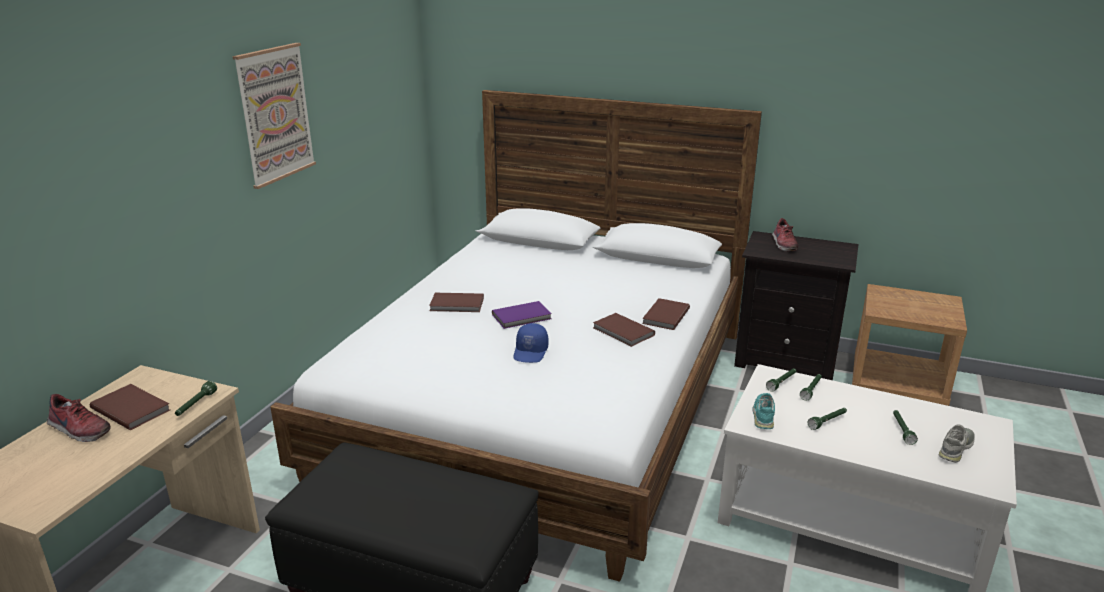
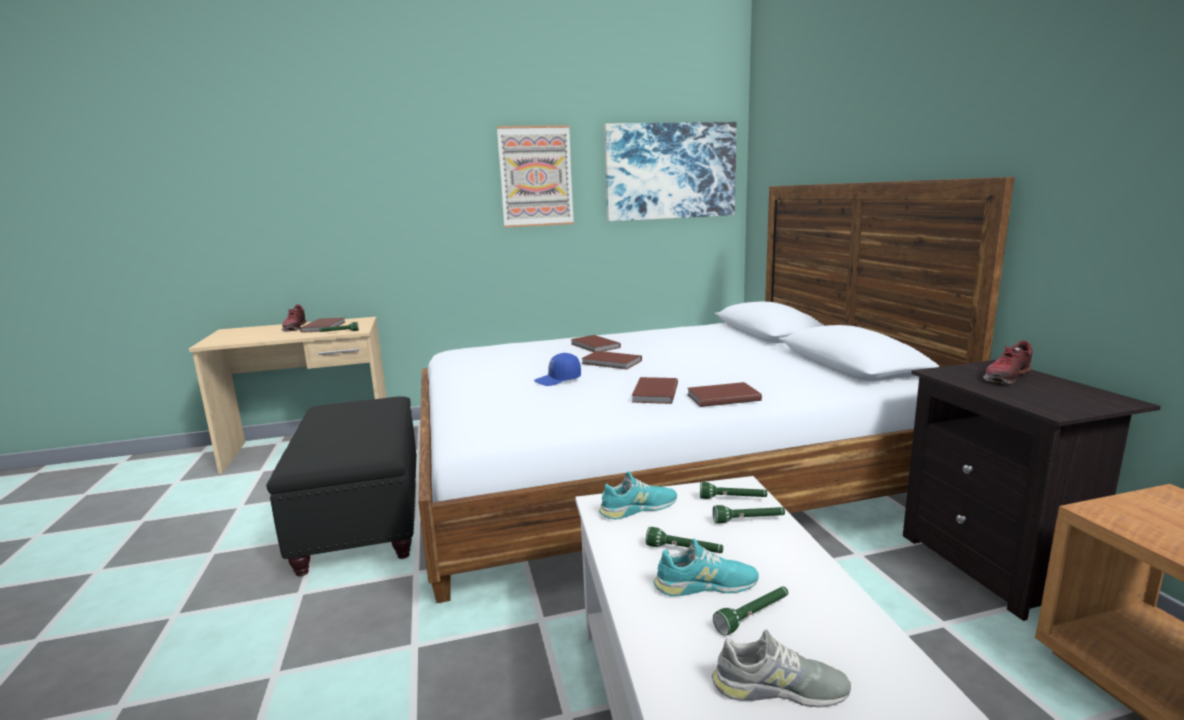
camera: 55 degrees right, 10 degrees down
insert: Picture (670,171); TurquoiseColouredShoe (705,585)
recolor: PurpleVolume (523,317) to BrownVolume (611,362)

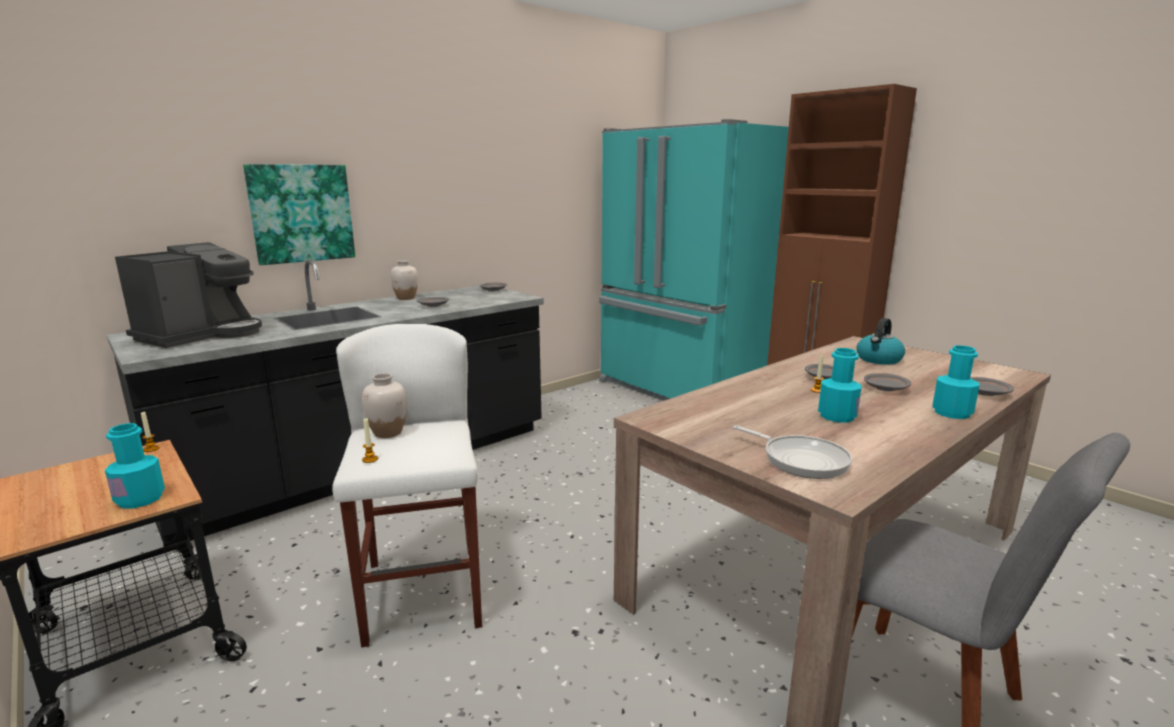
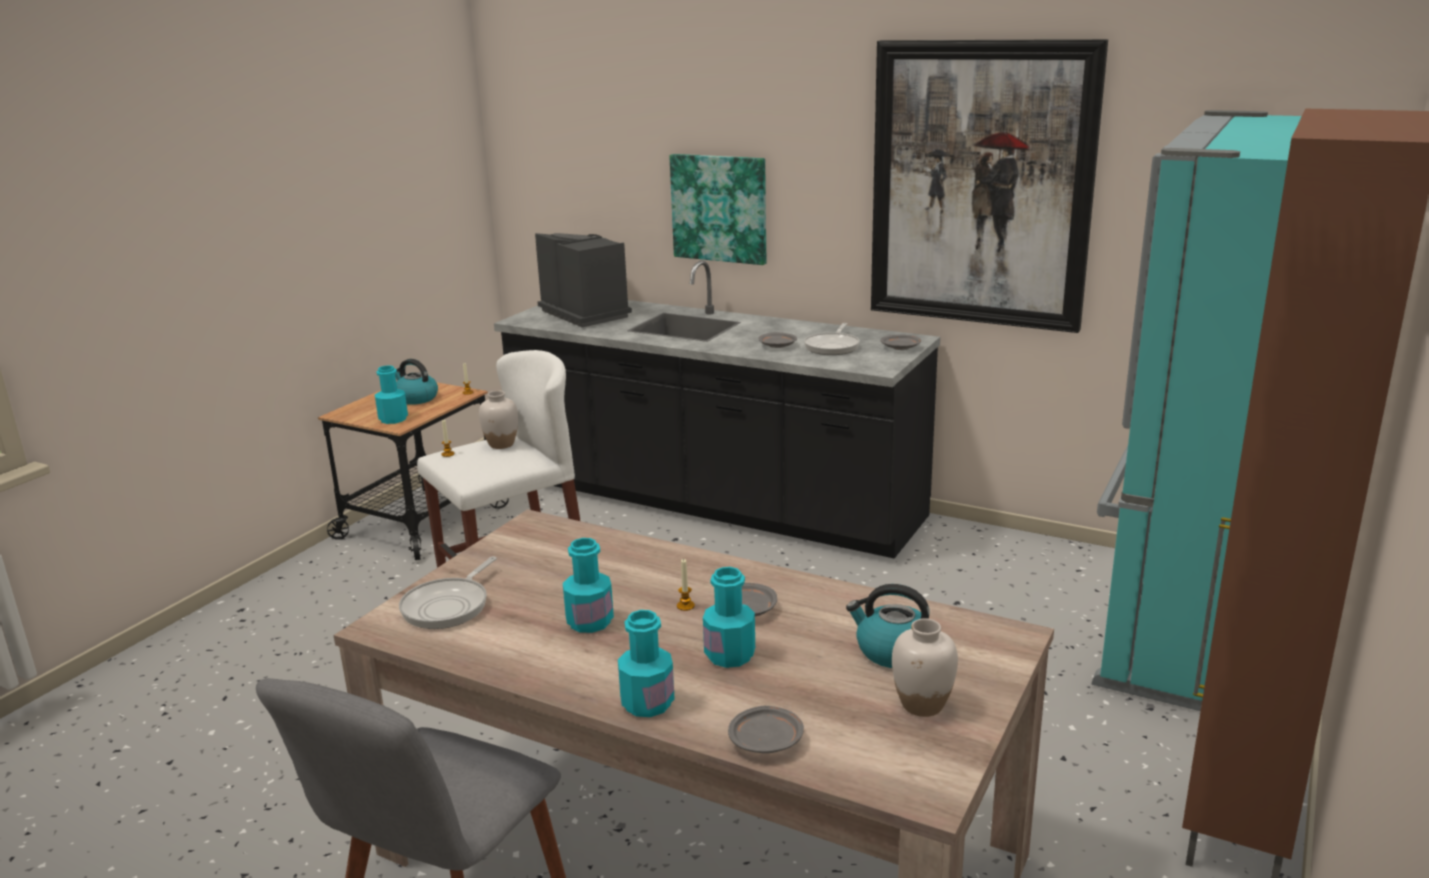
camera: 70 degrees right, 5 degrees up
insert: TeaKettle (416,398); FryingPan (833,346); Picture (980,185)
move: WhiteColouredVase (406,298) to (922,705)
replace: GreyishFlatDish (885,388) to TurquoiseColouredDrinkBottle (729,655)
rotate: CoffeeMaker (202,335) = (586,313) 135 degrees counterclockwise

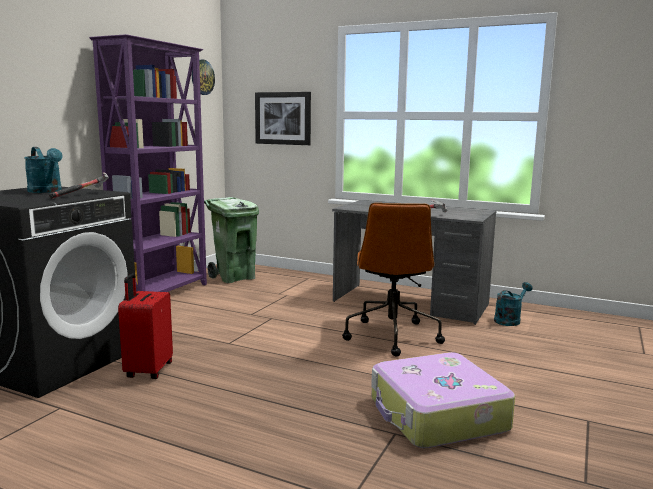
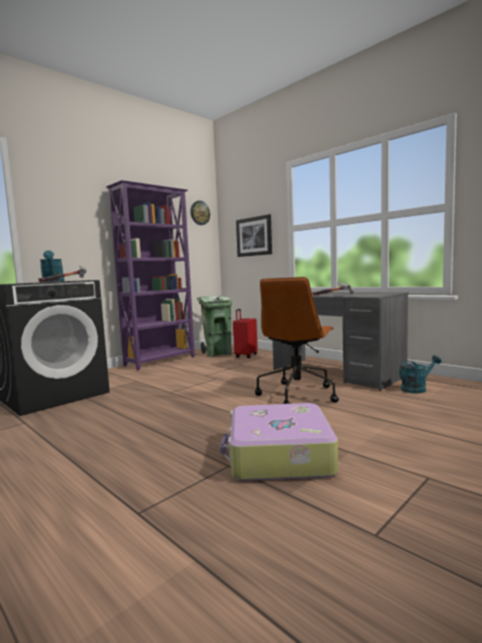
camera: 20 degrees right, 5 degrees down
move: RedColouredSuitcase (148,371) to (245,356)

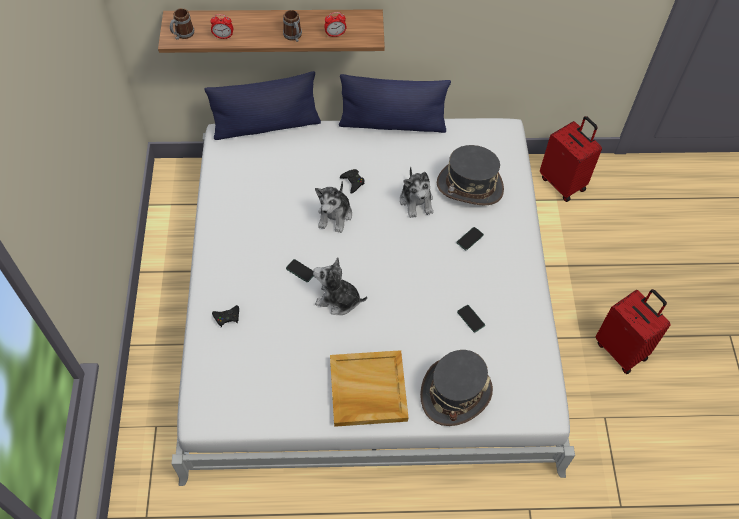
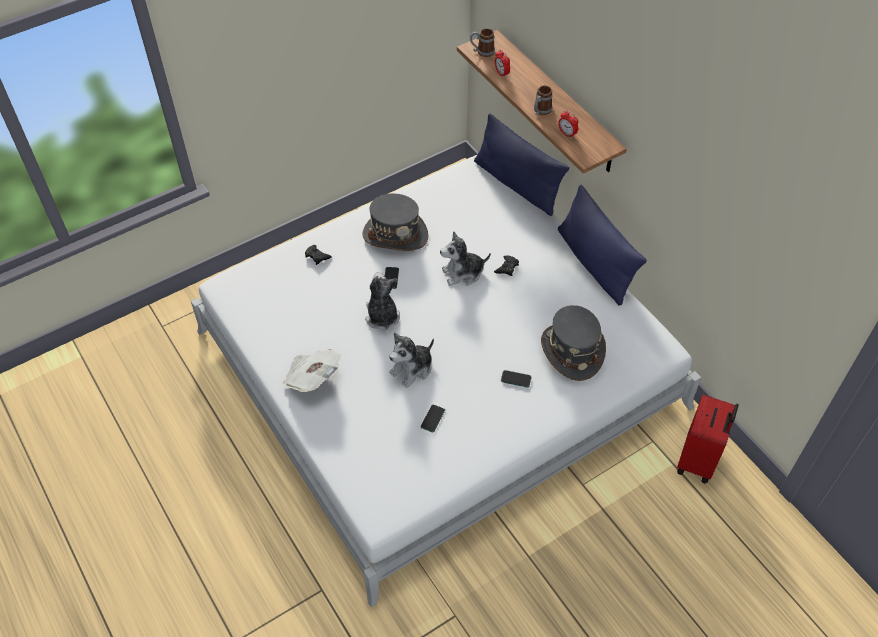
camera: 60 degrees right, 5 degrees down
delete: RedColouredSuitcase (621,349)
move: SoftToy (416,201) to (412,369); GreyishClothingHat (455,393) to (395,235)
replace: SandColouredServingTray (367,390) to Newspaper (313,378)

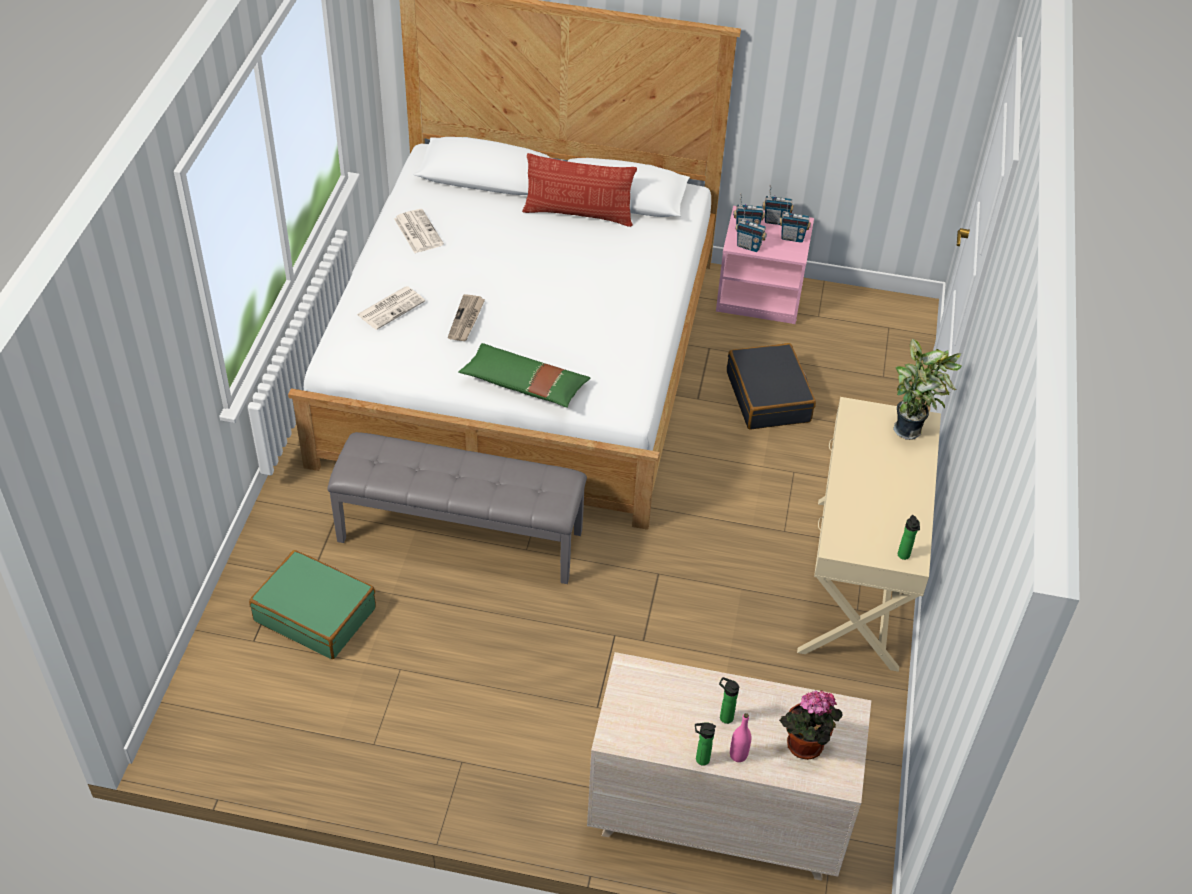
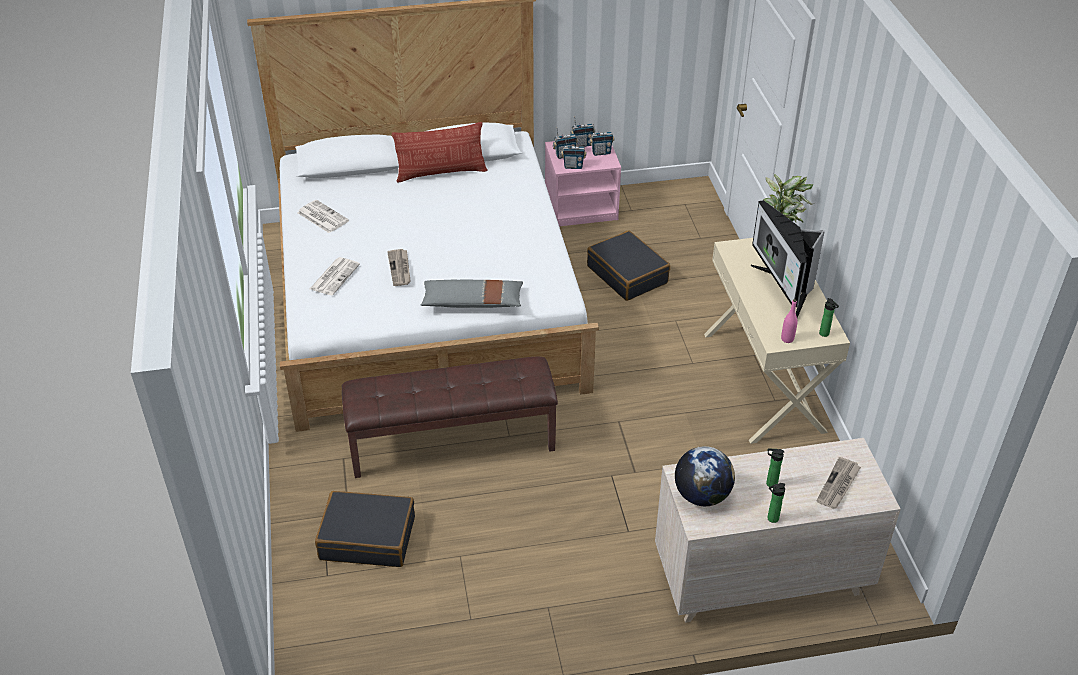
camera: 20 degrees left, 5 degrees down
insert: WorldGlobe (701,495); ComputerDisplay (783,294)
move: PinkColouredDrinkBottle (738,755) to (787,339)
replace: PottedPlant (804,747) to Newspaper (838,485)
recolor: GreenishSuitcase (316,614) to BlackColouredSuitcase (368,537); GreyishIndoorBench (461,535) to BrownIndoorBench (452,441); GreenishPillow (524,385) to GreyishPillow (472,302)

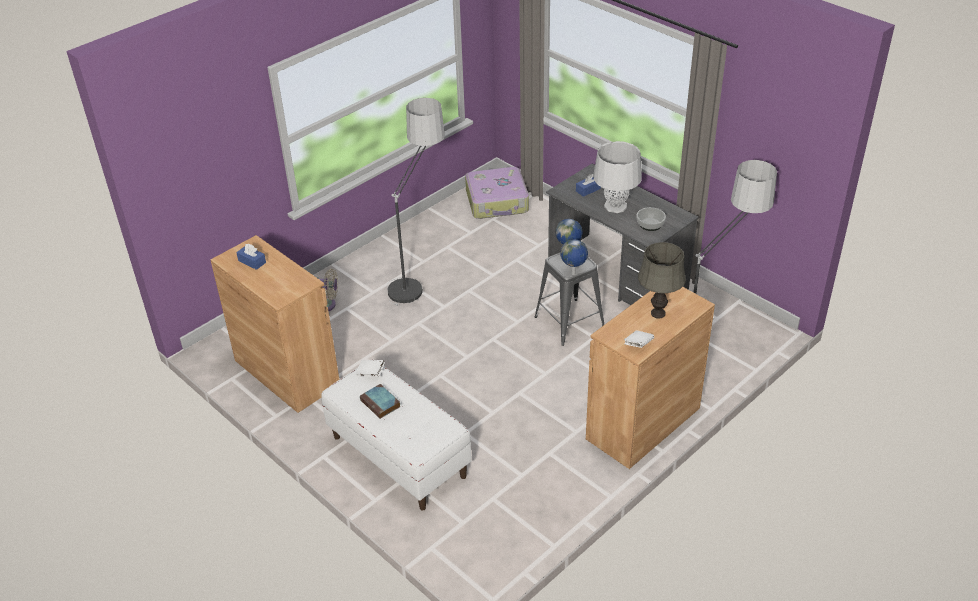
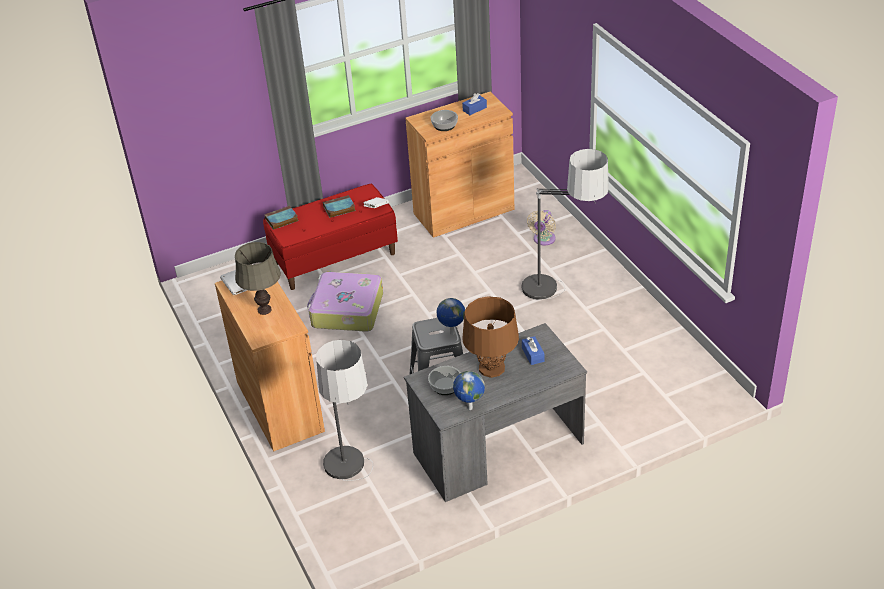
camera: 110 degrees right, 0 degrees up
insert: Volume (281,220); DeepDish (445,125)
move: Suitcase (497,201) to (346,310); WorldGlobe (573,274) to (469,408)
recolor: WhiteColouredIndoorBench (398,456) to RedColouredIndoorBench (334,258); GreyishLampForATable (615,206) to BrownLampForATable (491,368)

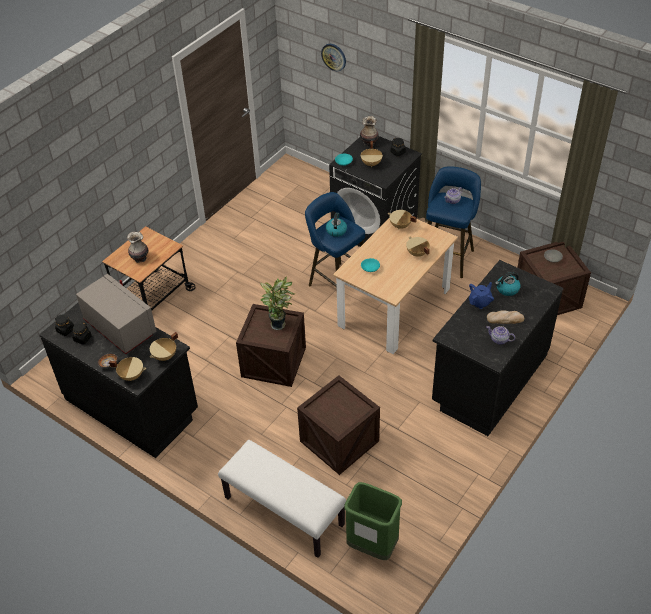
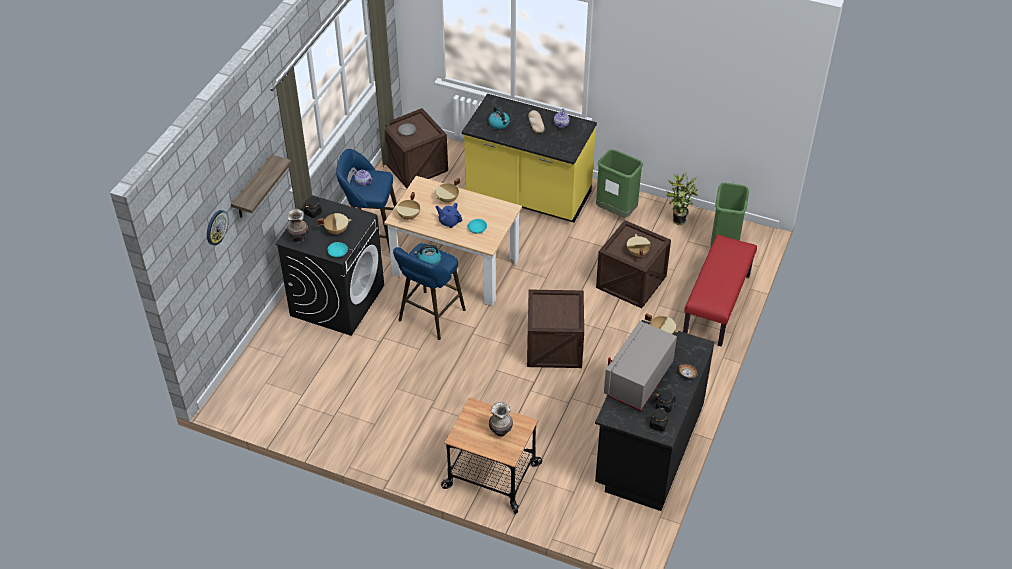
camera: 105 degrees left, 0 degrees up
insert: BracketShelf (253,188); GreenishWasteBin (616,211)
move: SandColouredCookingPot (131,375) to (637,253); PottedPlant (279,323) to (677,220); BluishPotForTea (480,302) to (449,222)
recolor: WhiteColouredIndoorBench (283,511) to RedColouredIndoorBench (717,305); BlackColouredKitchenBaseUnit (489,379) to YellowishKitchenBaseUnit (528,195)

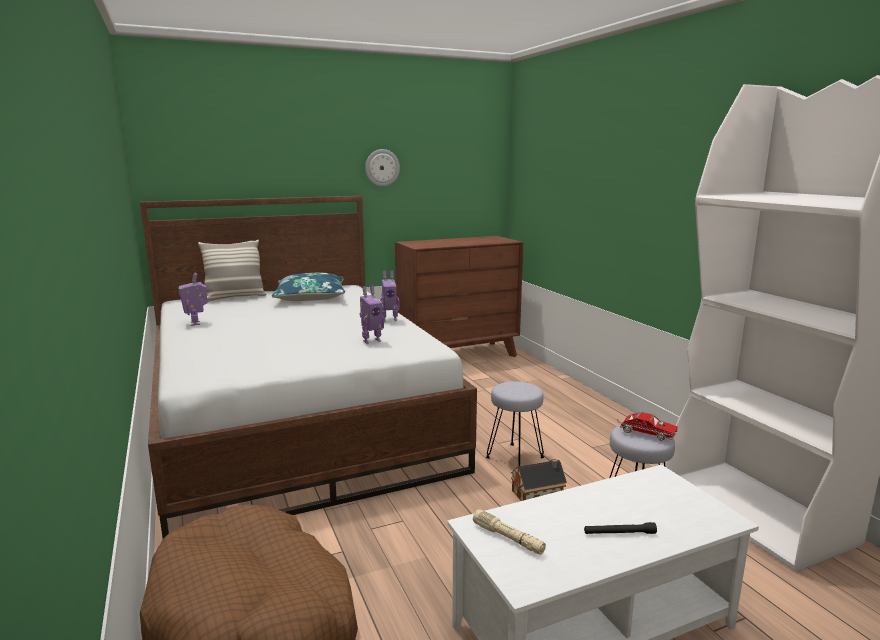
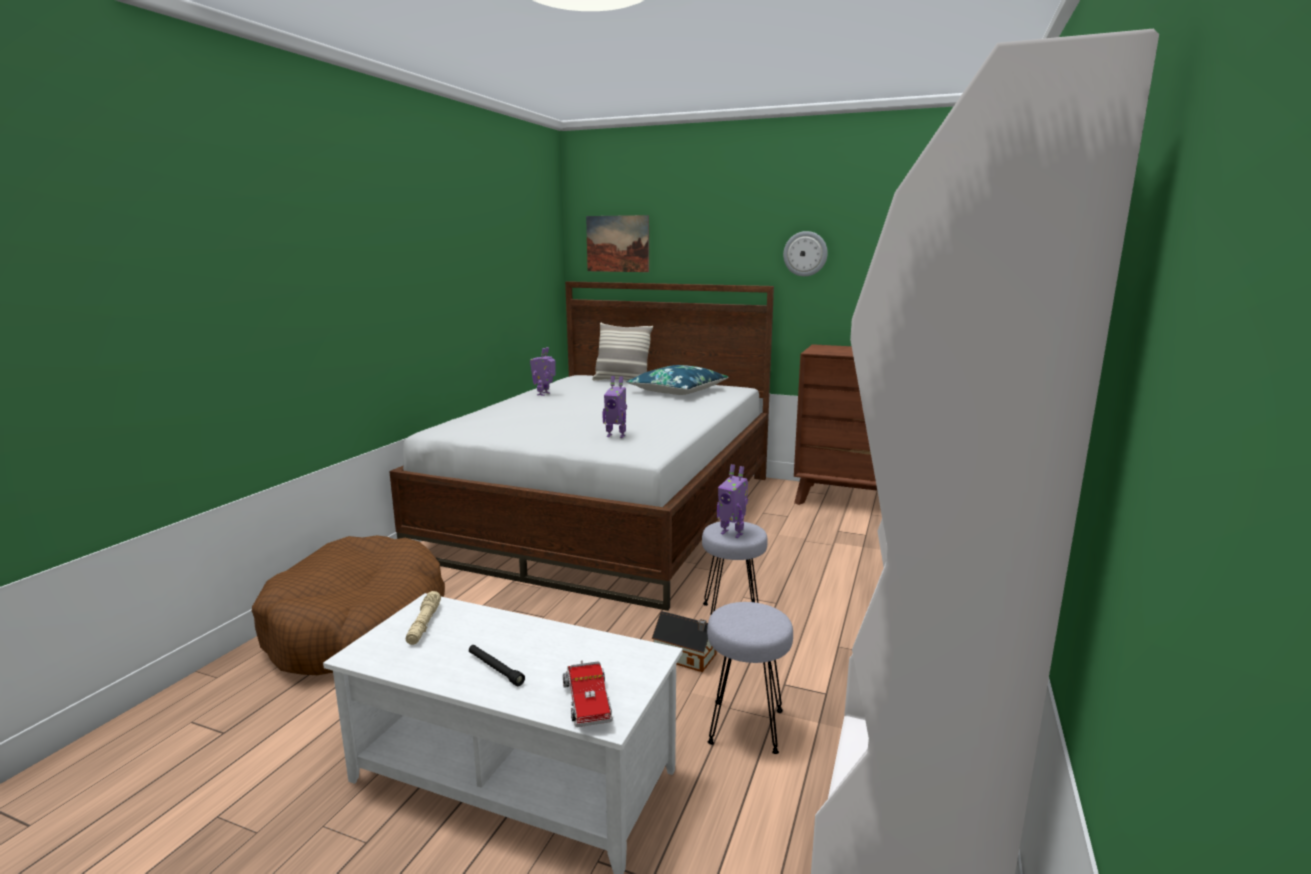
camera: 45 degrees right, 0 degrees up
insert: Picture (617,243)
move: ToyRobot (389,320) to (732,533); ToyLorry (644,434) to (586,701)

